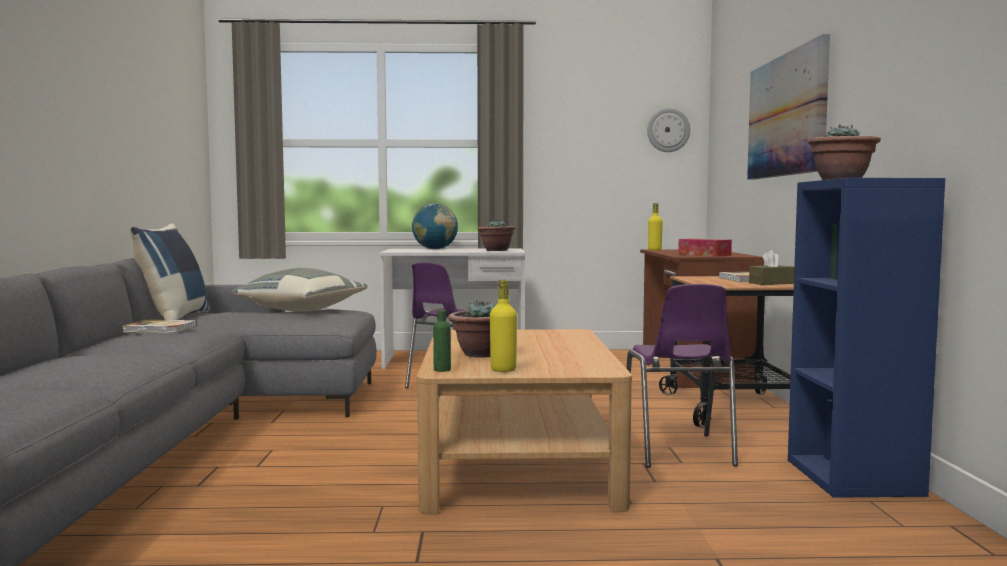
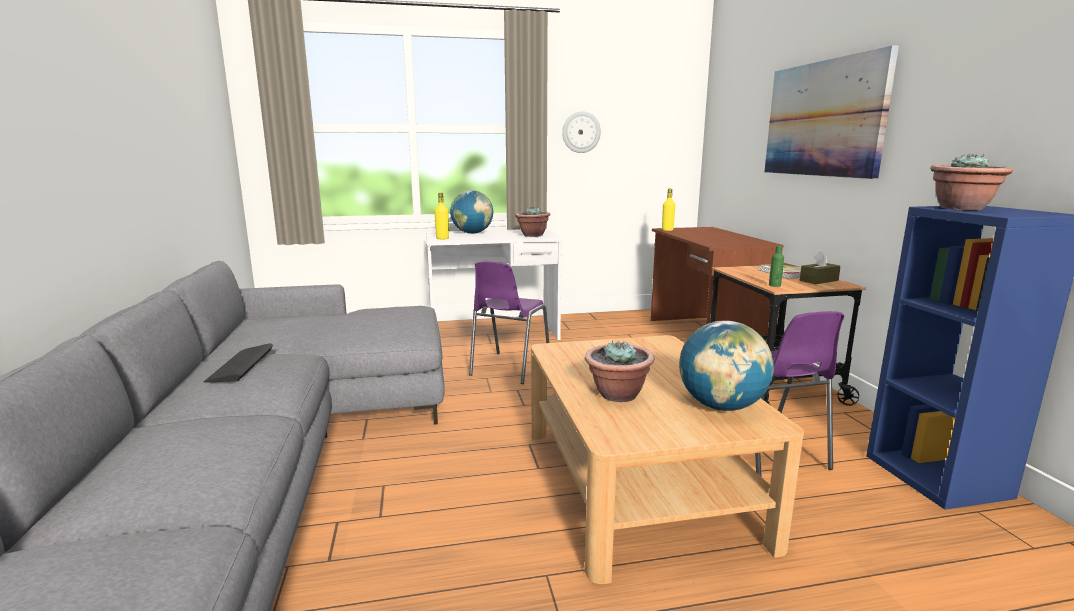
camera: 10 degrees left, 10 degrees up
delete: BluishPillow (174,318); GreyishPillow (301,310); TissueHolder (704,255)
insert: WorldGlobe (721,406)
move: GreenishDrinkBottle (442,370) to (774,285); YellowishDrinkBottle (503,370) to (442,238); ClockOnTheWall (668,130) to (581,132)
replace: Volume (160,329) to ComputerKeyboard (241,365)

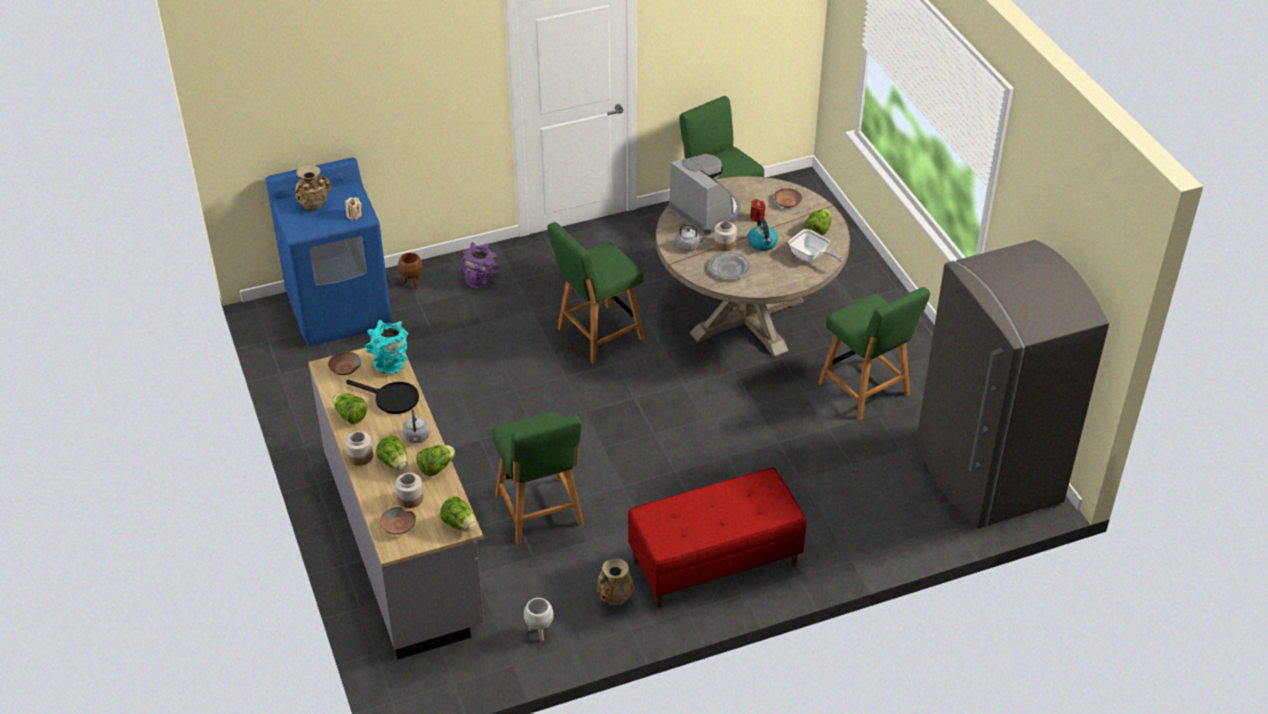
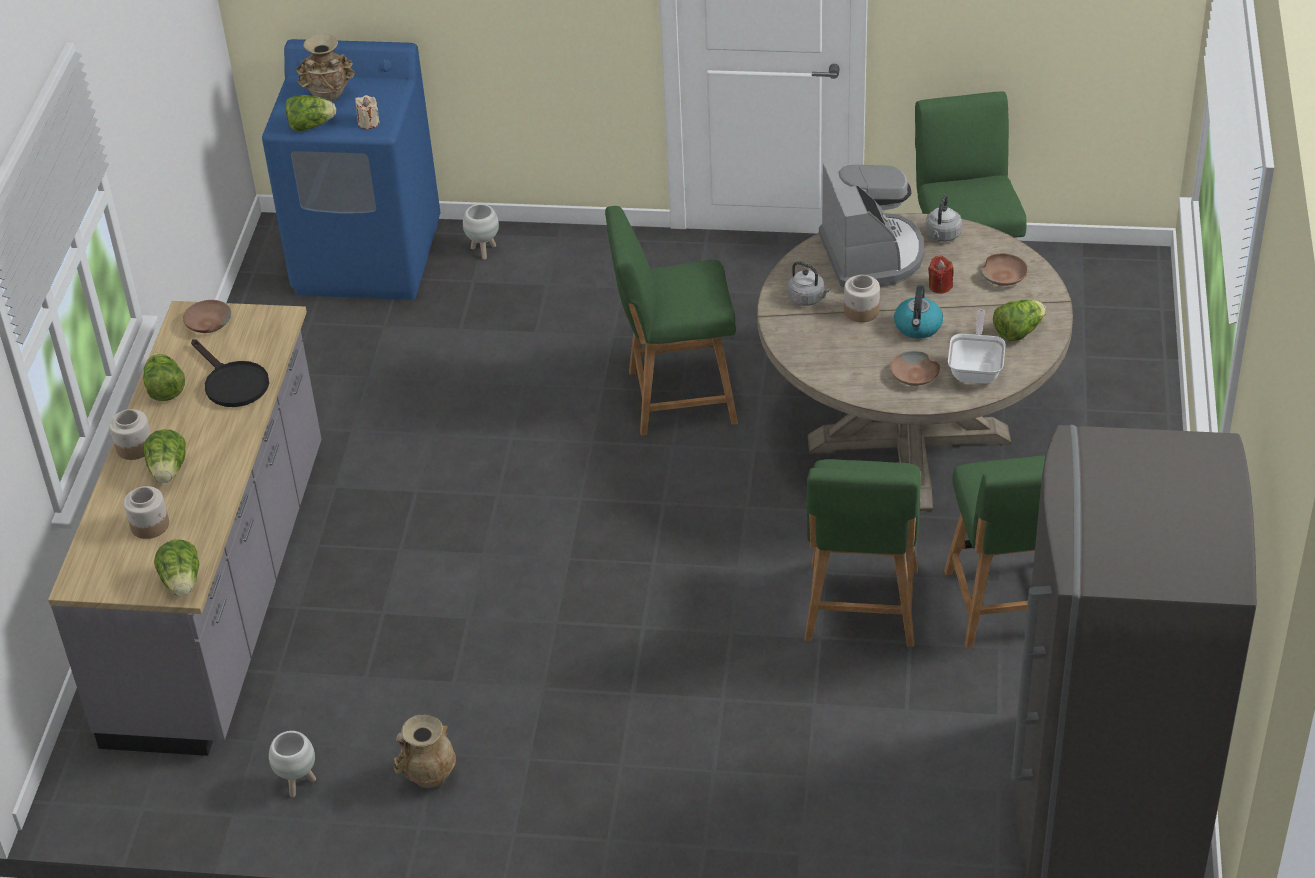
camera: 30 degrees right, 0 degrees up
delete: TurquoiseColouredVase (390,364); PurpleVase (480,281); RedColouredIndoorBench (714,563); GreyishFlatDish (729,269)
move: BrownDeepDish (399,526) to (914,376); GreyishTeaKettle (417,437) to (942,236); LettuceHead (436,468) to (311,126); GreenishChair (540,513) to (861,610)
recolor: BrownPlanter (412,284) to WhiteColouredPlanter (483,251)
rotate: FryingPan (811,257) = (976,369) 150 degrees counterclockwise

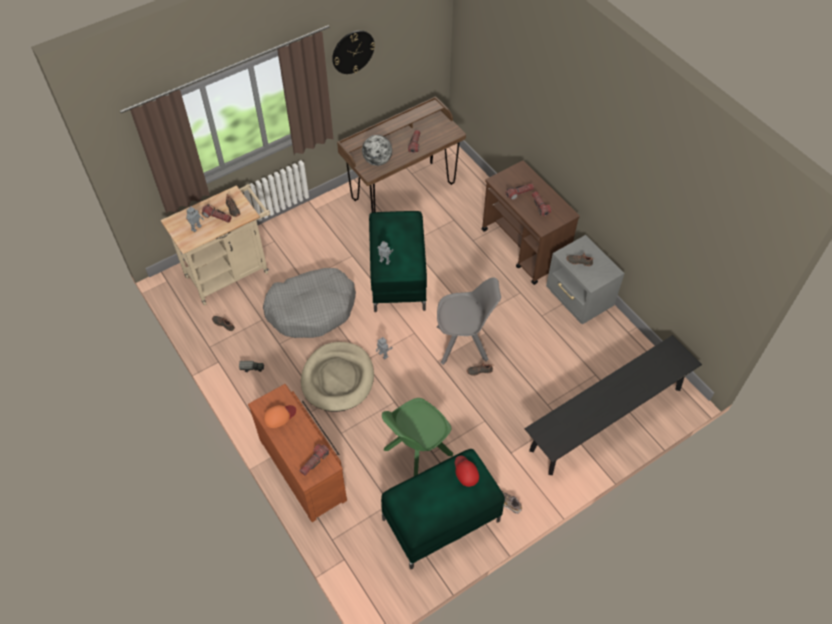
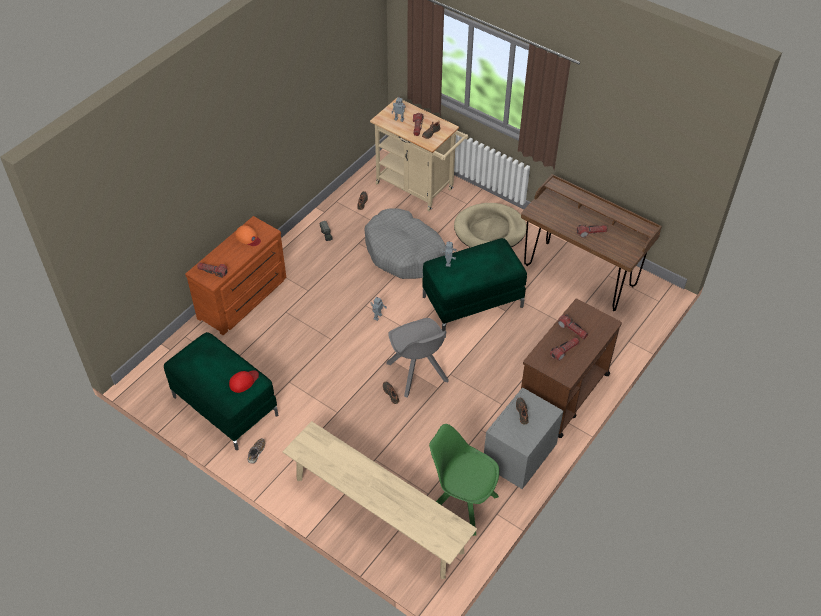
camera: 70 degrees right, 5 degrees down
delete: ClockOnTheWall (353,51); WorldGlobe (377,161)
move: SandColouredPetBed (338,378) to (490,230); GreenishChair (416,453) to (461,502)
recolor: BlackColouredIndoorBench (606,419) to SandColouredIndoorBench (378,515)

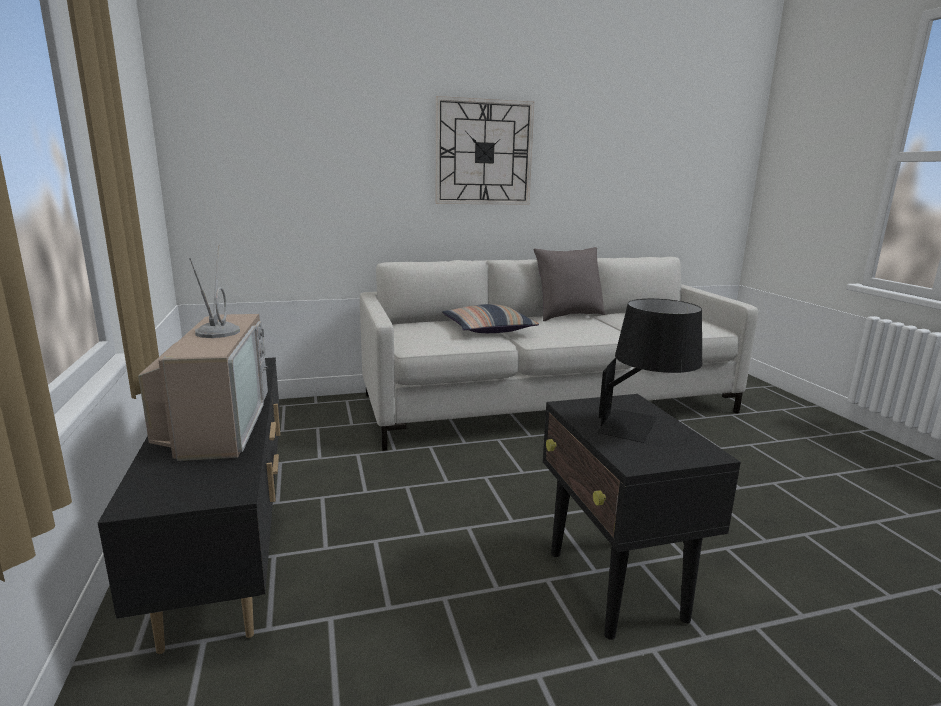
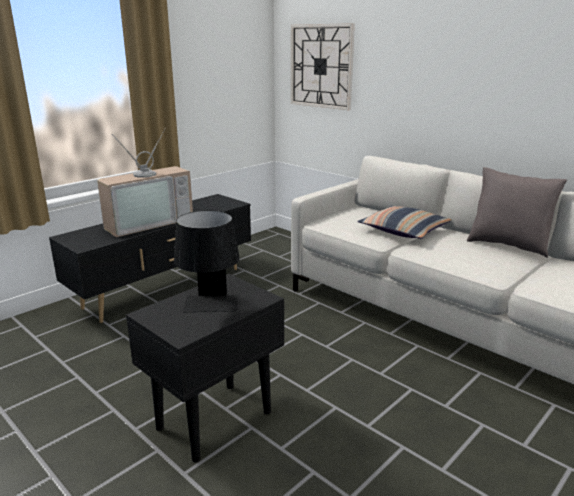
camera: 60 degrees right, 5 degrees up
move: ClockOnTheWall (484,153) to (321,66)

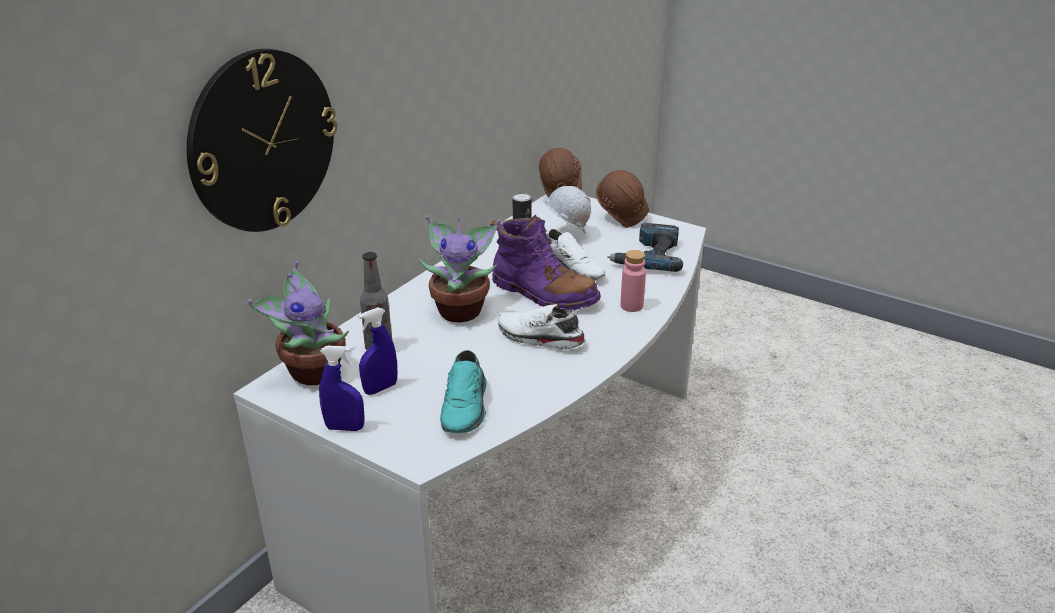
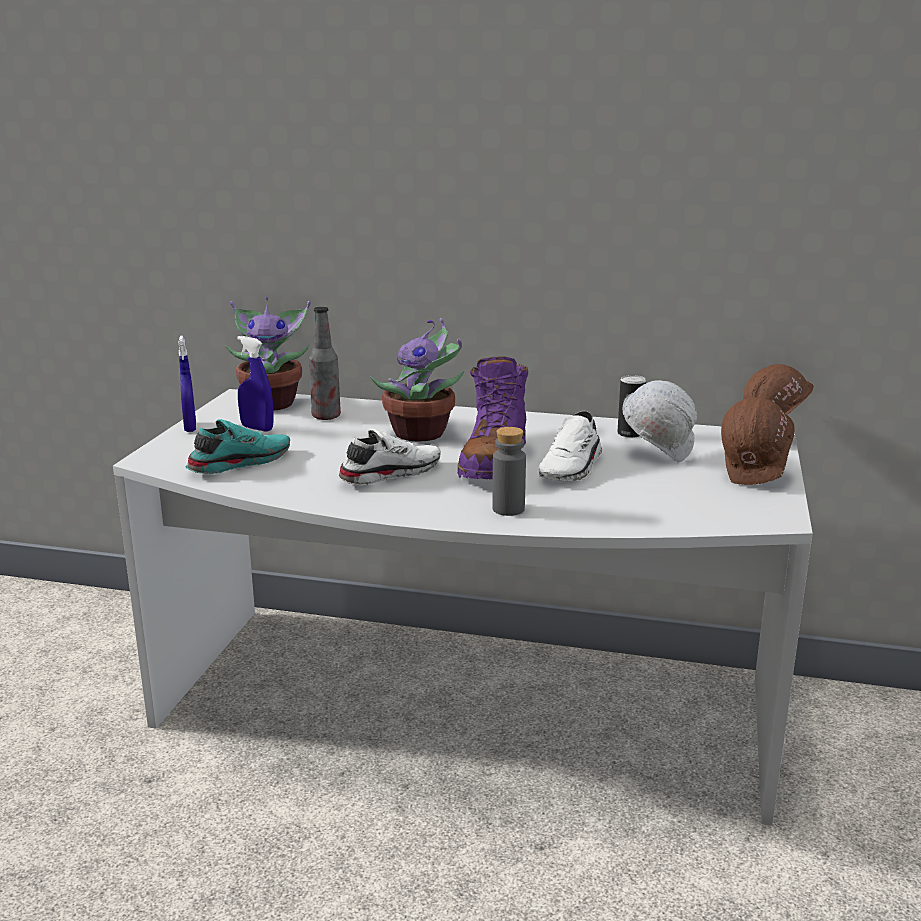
camera: 70 degrees right, 10 degrees down
delete: ClockOnTheWall (263,141); PowerDrill (647,256)
recolor: PinkColouredDrinkBottle (631,306) to GreyishDrinkBottle (508,509)
rotate: TurquoiseColouredShoe (466,407) = (239,462) 150 degrees clockwise; WhiteColouredShoe (539,339) = (389,473) 45 degrees clockwise

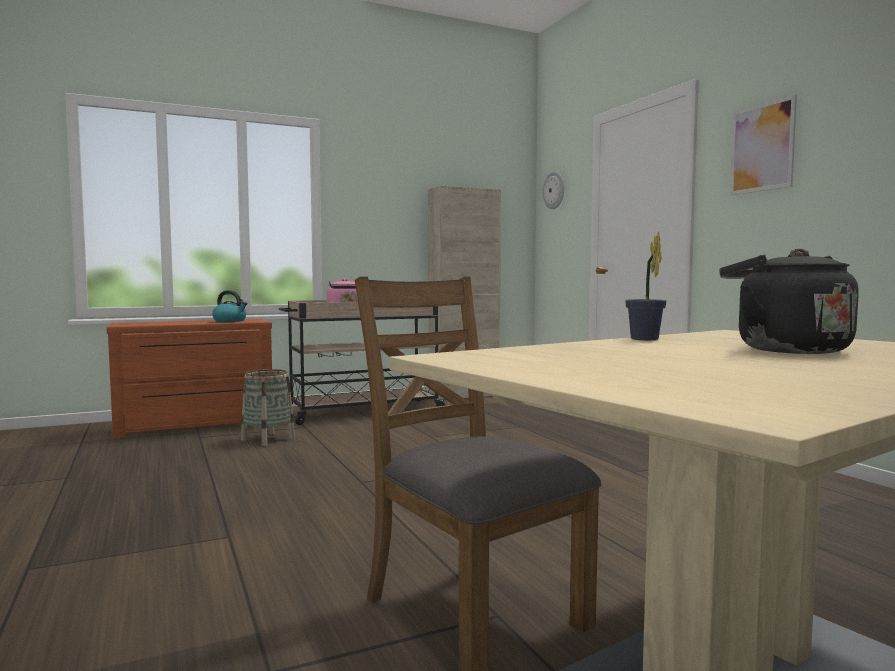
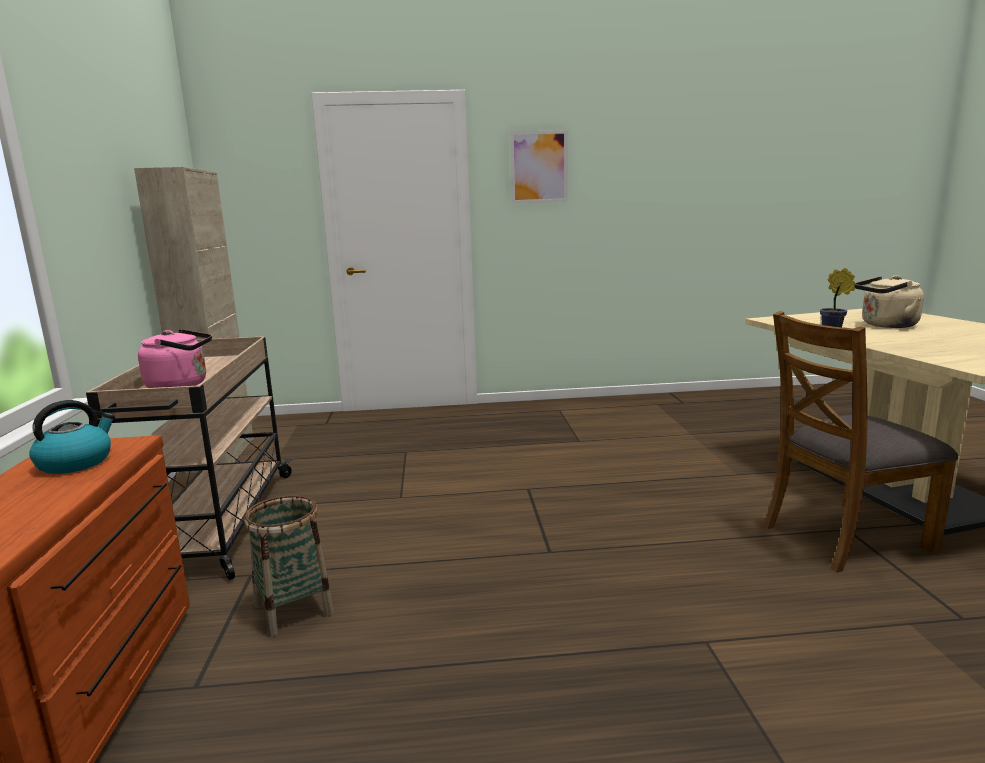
camera: 70 degrees left, 10 degrees up
delete: ClockOnTheWall (554,190)
recolor: BlackColouredTeaKettle (785,350) to SandColouredTeaKettle (886,325)

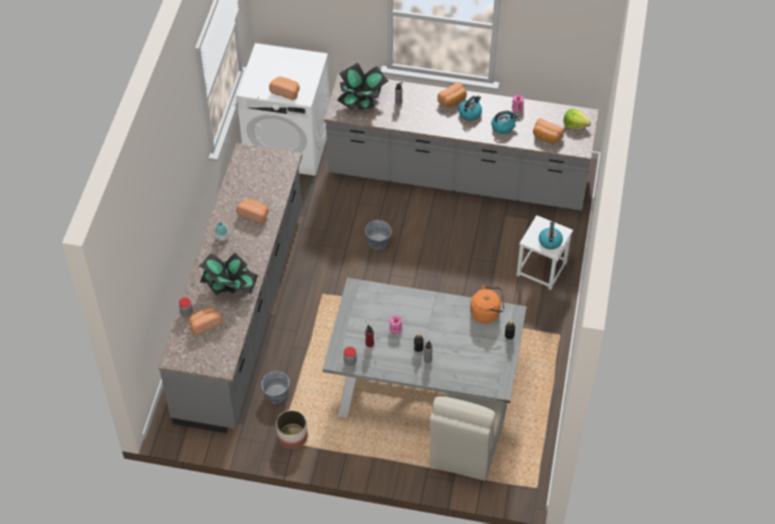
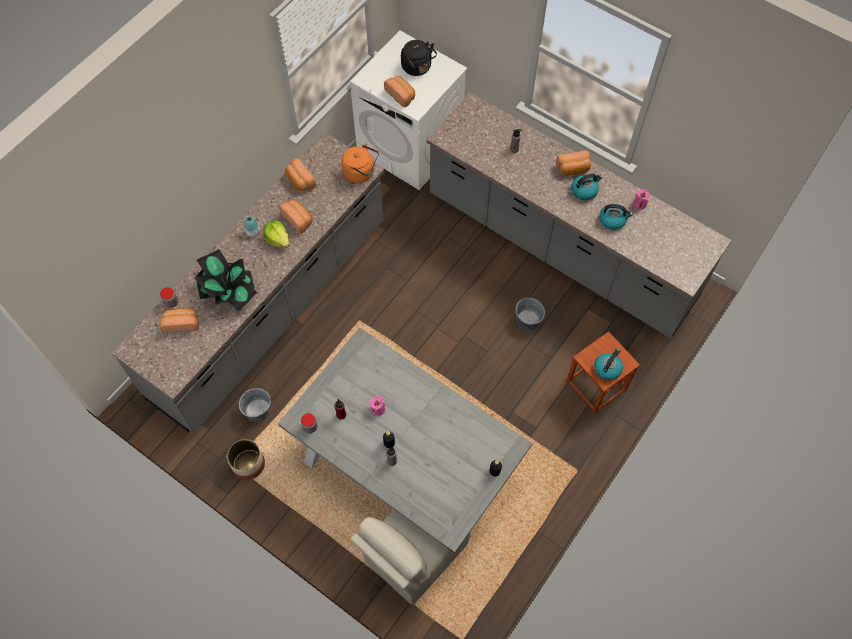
camera: 25 degrees right, 10 degrees up
delete: PottedPlant (361,101)
insert: BlackColouredTeaKettle (418,68)
move: GreyishPail (378,242) to (528,320); OrangeColouredTeaKettle (487,313) to (361,173); BakedBread (546,137) to (300,181); LettuceHead (575,124) to (278,239)
recolor: WhiteColouredStool (541,268) to BrownStool (596,385)

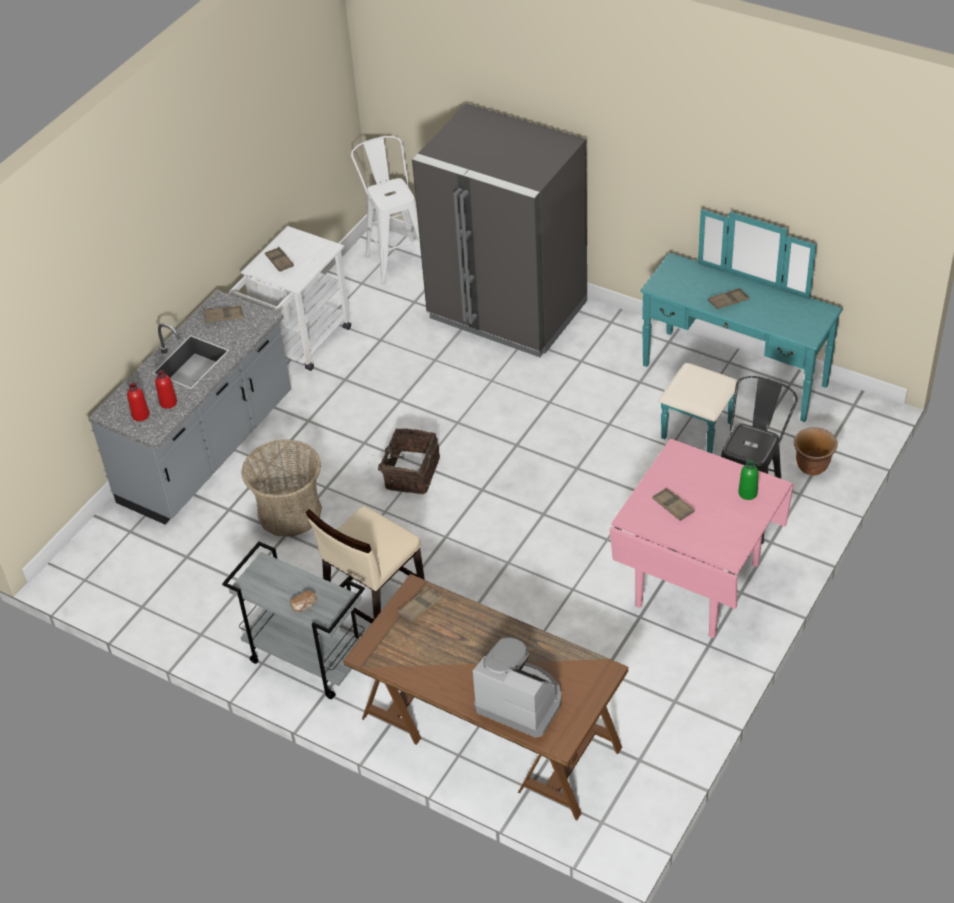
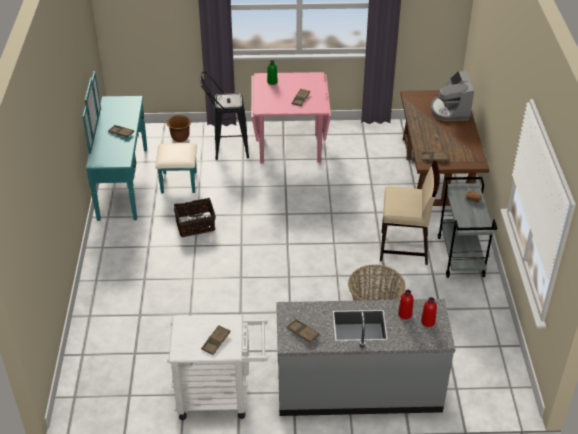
camera: 125 degrees left, 5 degrees down
delete: WhiteColouredStool (396,258); GreyishKitchenFridge (507,311)
move: HouseholdBasket (410,473) to (196,226)

